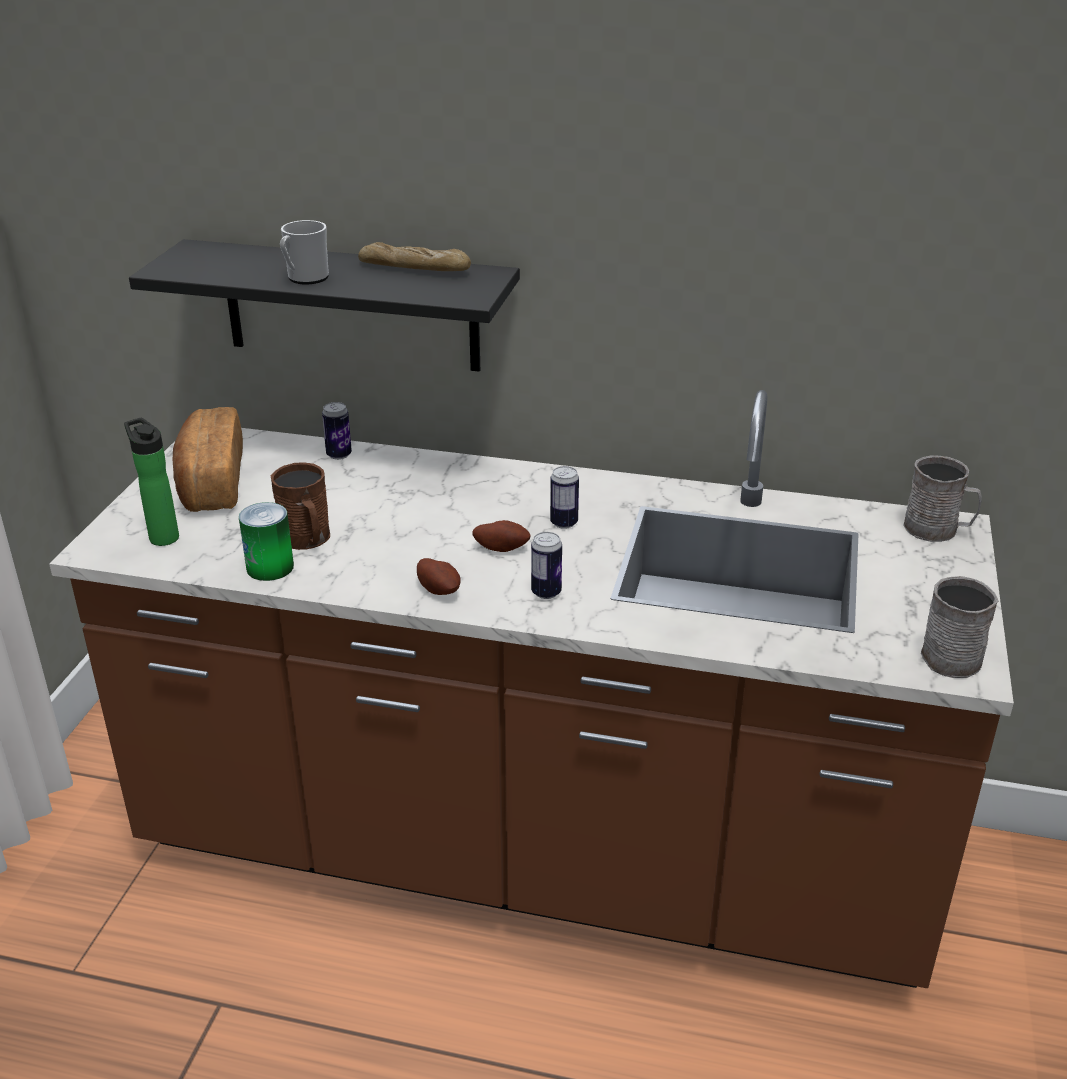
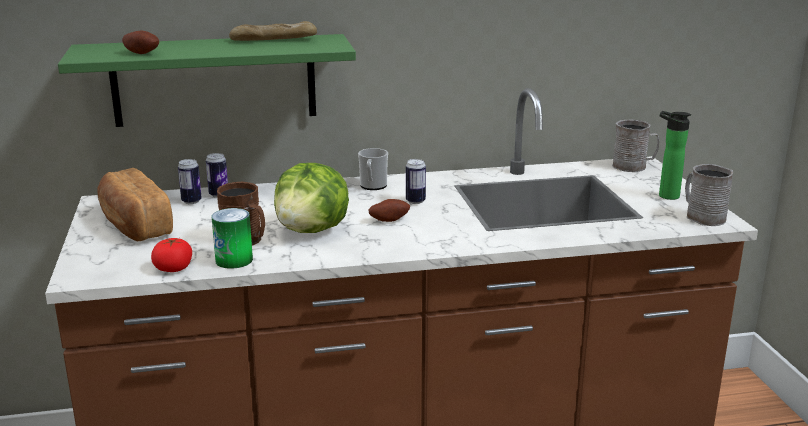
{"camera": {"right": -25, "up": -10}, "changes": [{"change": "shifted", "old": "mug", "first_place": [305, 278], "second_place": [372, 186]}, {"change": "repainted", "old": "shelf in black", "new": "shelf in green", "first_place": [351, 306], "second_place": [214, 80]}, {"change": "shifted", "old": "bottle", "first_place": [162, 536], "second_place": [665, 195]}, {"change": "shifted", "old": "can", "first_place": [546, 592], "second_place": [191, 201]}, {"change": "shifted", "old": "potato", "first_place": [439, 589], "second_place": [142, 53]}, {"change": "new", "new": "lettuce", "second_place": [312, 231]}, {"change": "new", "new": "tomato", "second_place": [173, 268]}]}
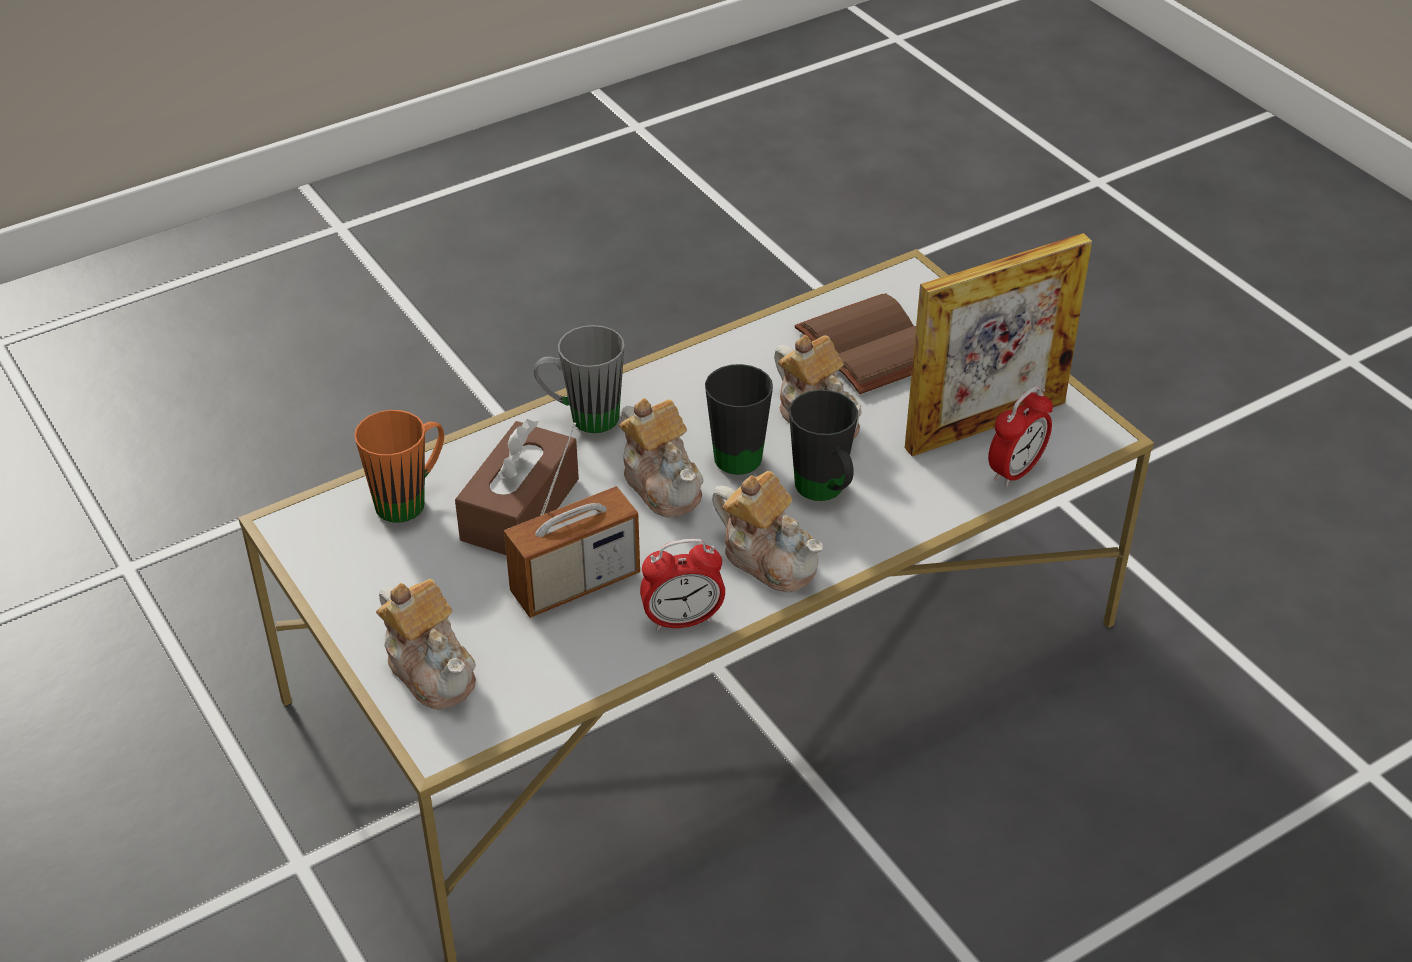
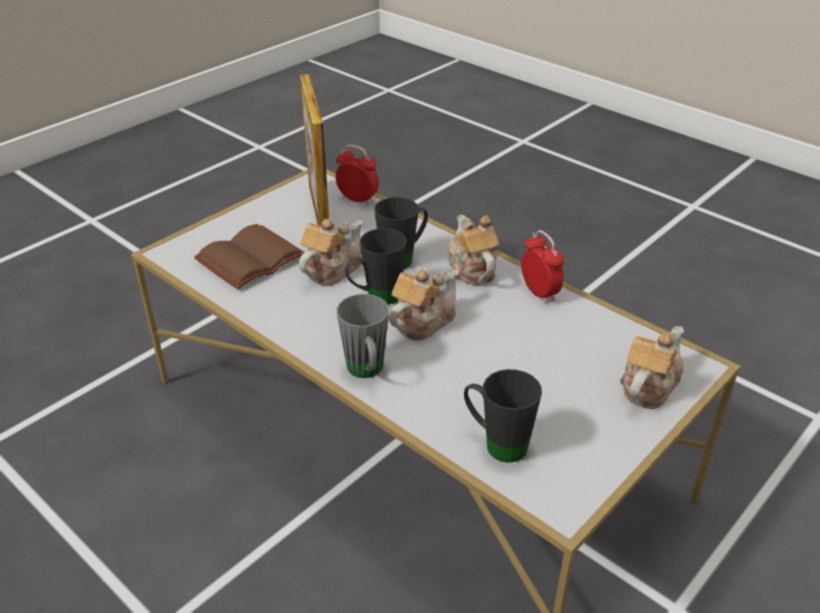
{"camera": {"right": -105, "up": -5}, "changes": [{"change": "rotated", "old": "picture frame", "first_place": [985, 425], "second_place": [319, 212], "degrees": -150}, {"change": "repainted", "old": "mug in orange", "new": "mug in black", "first_place": [411, 499], "second_place": [496, 443]}, {"change": "gone", "old": "tissue box in brown", "first_place": [520, 509]}, {"change": "gone", "old": "radio", "first_place": [575, 584]}, {"change": "rotated", "old": "teapot", "first_place": [769, 558], "second_place": [471, 269], "degrees": -45}]}
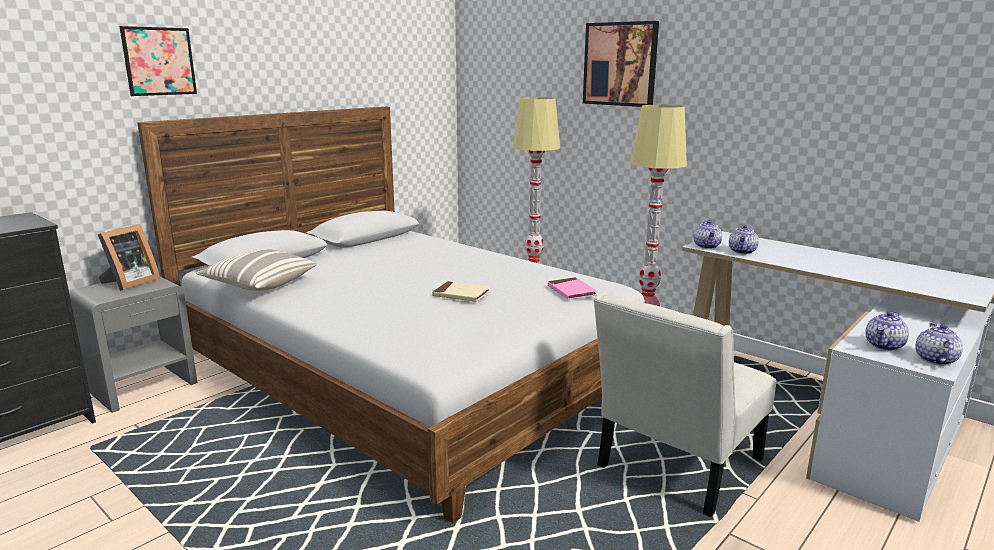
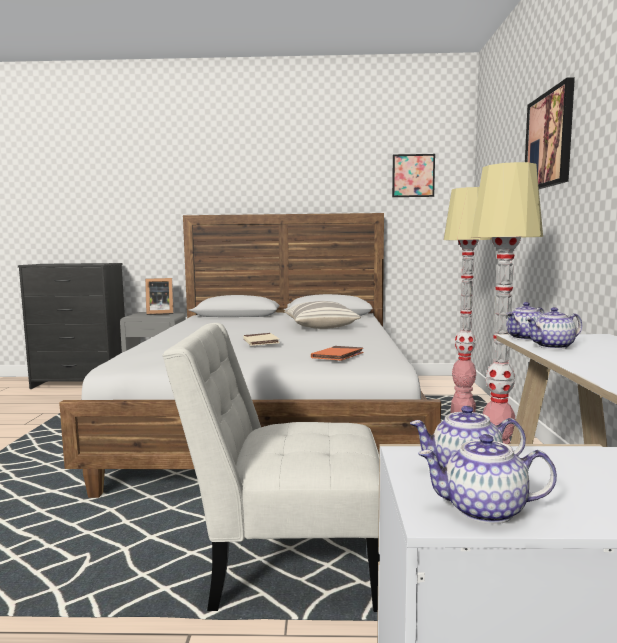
{"camera": {"right": 50, "up": -10}, "changes": [{"change": "shifted", "old": "picture", "first_place": [159, 61], "second_place": [413, 175]}, {"change": "shifted", "old": "pillow", "first_place": [259, 284], "second_place": [320, 326]}, {"change": "repainted", "old": "book in pink", "new": "book in orange", "first_place": [571, 291], "second_place": [337, 356]}, {"change": "rotated", "old": "teapot", "first_place": [934, 359], "second_place": [483, 510], "degrees": -150}]}
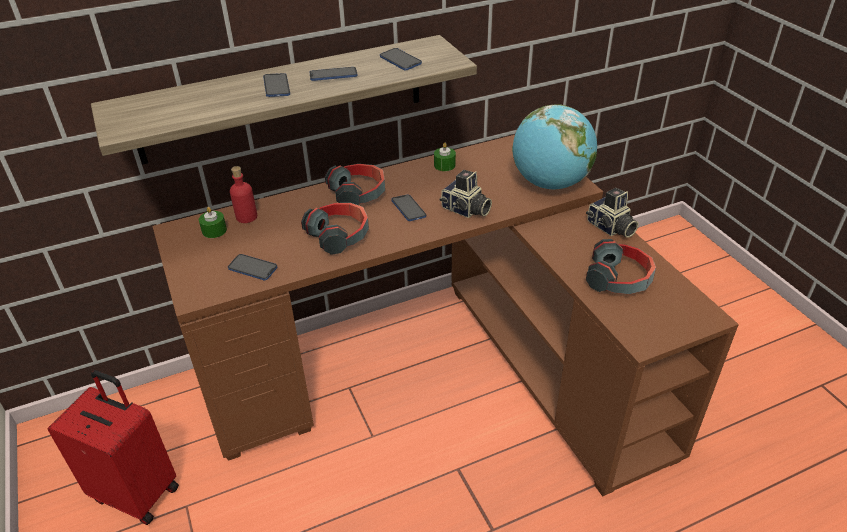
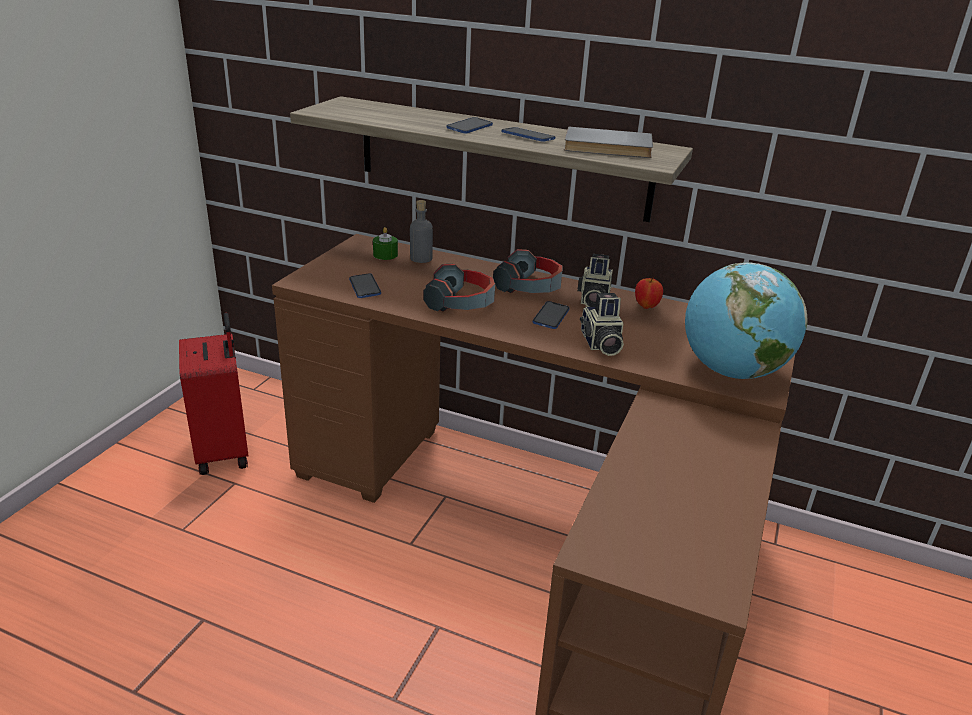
{"camera": {"right": 45, "up": -10}, "changes": [{"change": "swapped", "old": "phone", "new": "book in grey", "first_place": [400, 60], "second_place": [607, 147]}, {"change": "swapped", "old": "candle in green", "new": "apple", "first_place": [444, 165], "second_place": [646, 306]}, {"change": "repainted", "old": "bottle in red", "new": "bottle in grey", "first_place": [246, 217], "second_place": [421, 258]}, {"change": "shifted", "old": "photo camera", "first_place": [610, 228], "second_place": [593, 301]}, {"change": "gone", "old": "headphones", "first_place": [619, 279]}]}
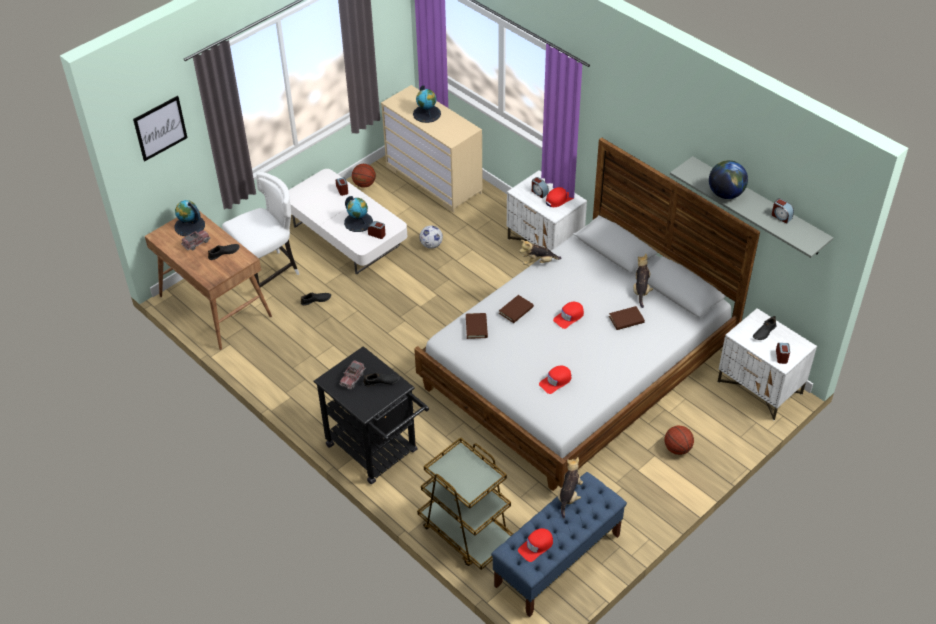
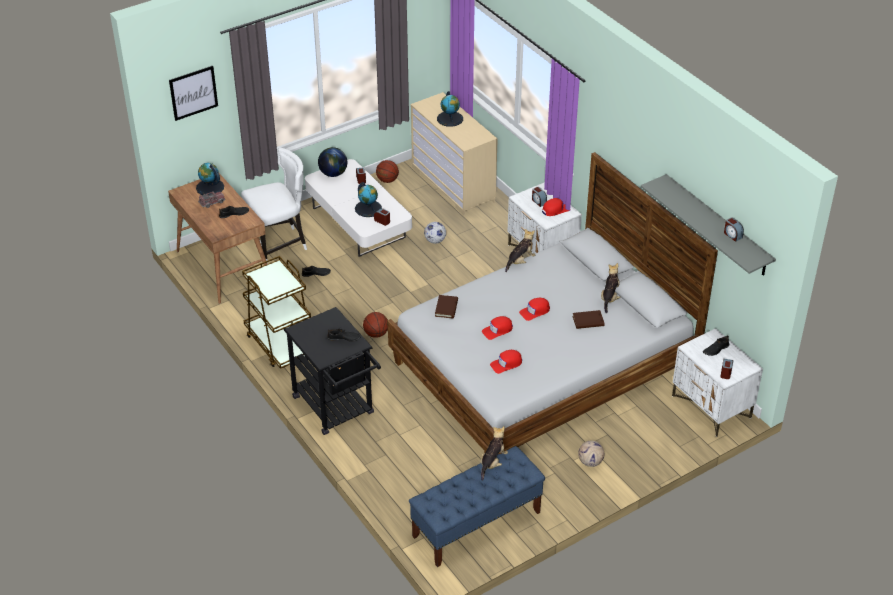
{"camera": {"right": 10, "up": -5}, "changes": [{"change": "shifted", "old": "globe", "first_place": [725, 193], "second_place": [333, 173]}, {"change": "rotated", "old": "plush toy", "first_place": [538, 262], "second_place": [520, 261], "degrees": 135}, {"change": "gone", "old": "book in brown", "first_place": [516, 310]}, {"change": "gone", "old": "toy truck", "first_place": [352, 378]}, {"change": "shifted", "old": "basketball", "first_place": [677, 449], "second_place": [376, 334]}, {"change": "shifted", "old": "cart in brown", "first_place": [466, 532], "second_place": [280, 344]}, {"change": "shifted", "old": "cap in red", "first_place": [536, 546], "second_place": [497, 330]}, {"change": "new", "new": "football", "second_place": [590, 462]}]}
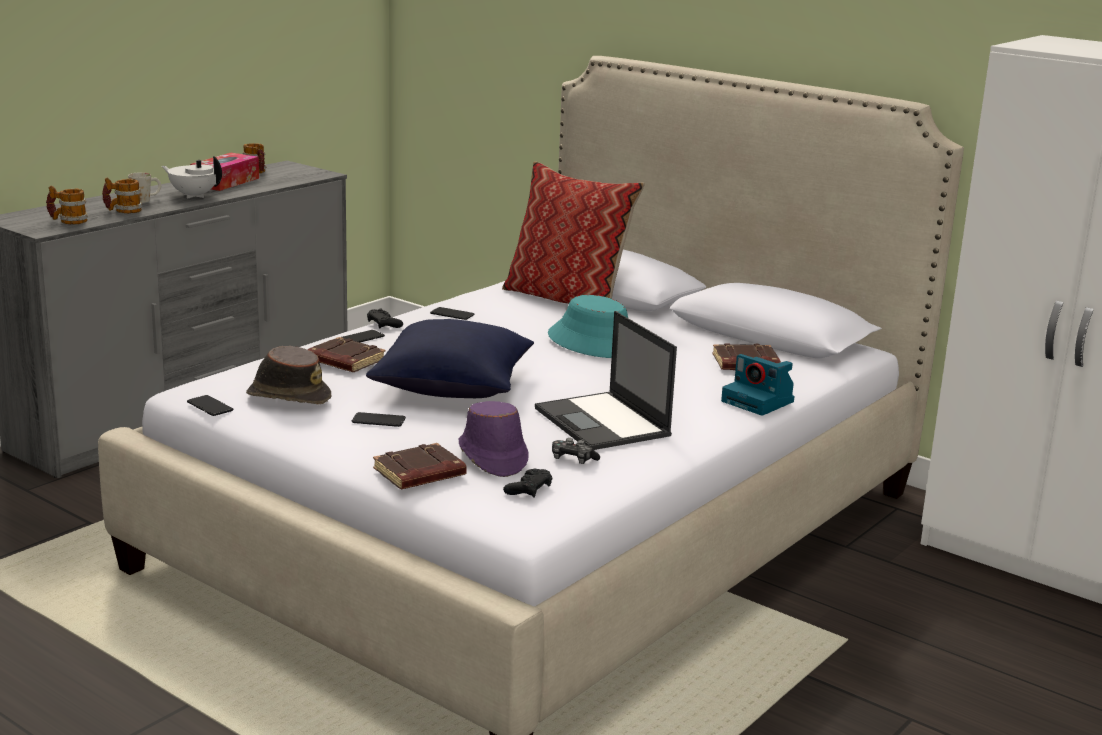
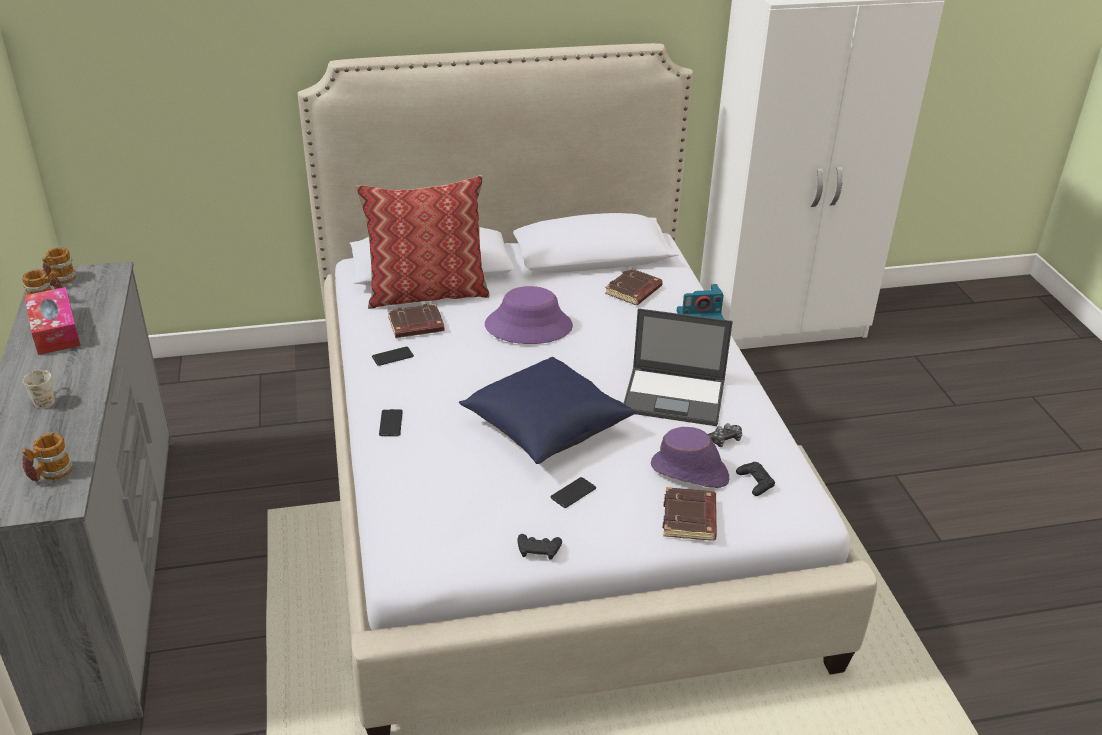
{"camera": {"right": -50, "up": 15}, "changes": [{"change": "gone", "old": "teapot in white", "first_place": [193, 196]}, {"change": "shifted", "old": "mug", "first_place": [123, 211], "second_place": [60, 280]}, {"change": "repainted", "old": "hat in turquoise", "new": "hat in purple", "first_place": [595, 342], "second_place": [528, 326]}, {"change": "shifted", "old": "game controller in black", "first_place": [384, 324], "second_place": [538, 549]}, {"change": "shifted", "old": "book in brown", "first_place": [344, 361], "second_place": [415, 326]}, {"change": "gone", "old": "hat in brown", "first_place": [288, 396]}, {"change": "gone", "old": "phone", "first_place": [210, 406]}]}
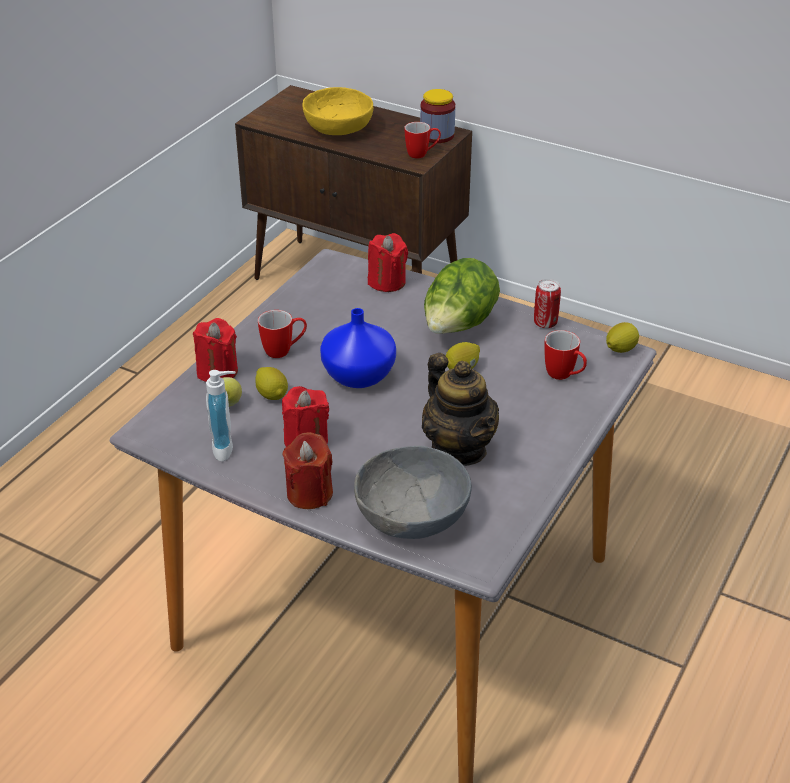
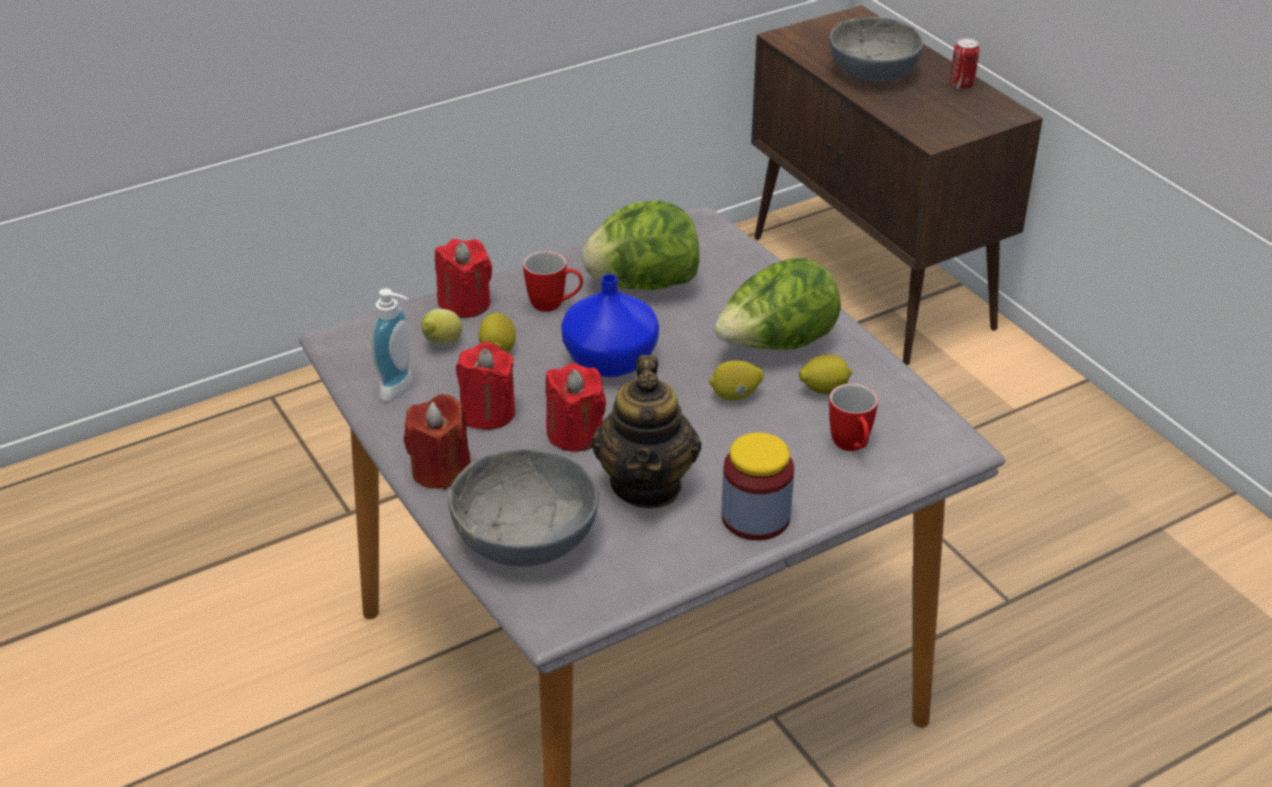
{"camera": {"right": 30, "up": 0}, "changes": [{"change": "repainted", "old": "bowl in yellow", "new": "bowl in grey", "first_place": [337, 129], "second_place": [871, 72]}, {"change": "shifted", "old": "jar", "first_place": [437, 135], "second_place": [755, 517]}, {"change": "gone", "old": "mug", "first_place": [422, 154]}, {"change": "shifted", "old": "candle in red", "first_place": [387, 282], "second_place": [575, 434]}, {"change": "shifted", "old": "can", "first_place": [545, 323], "second_place": [961, 85]}, {"change": "shifted", "old": "lemon", "first_place": [620, 349], "second_place": [823, 390]}, {"change": "new", "new": "lettuce", "second_place": [643, 284]}]}
